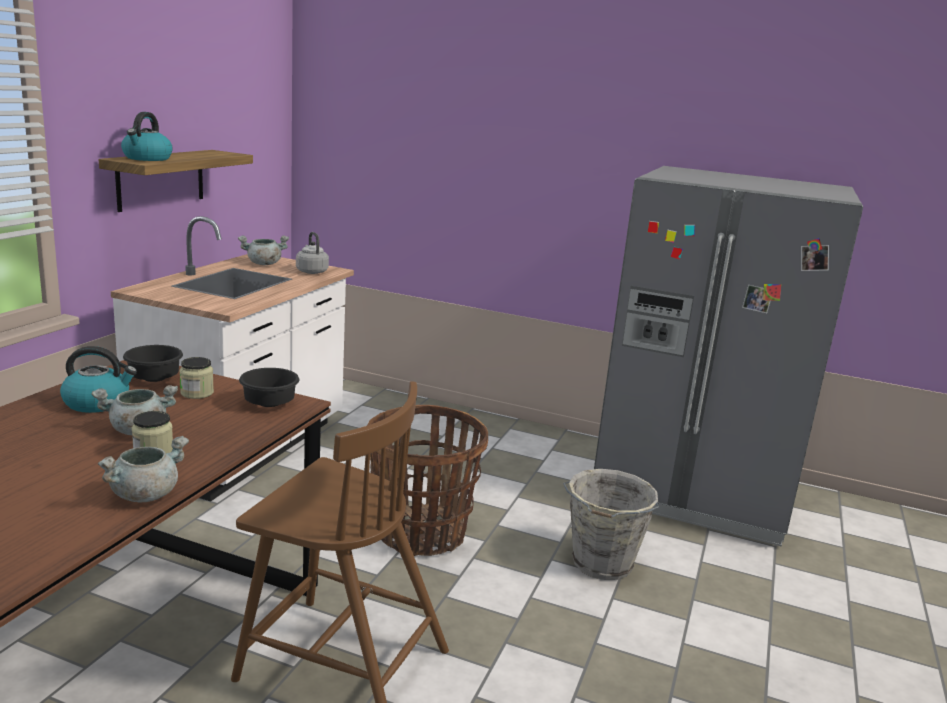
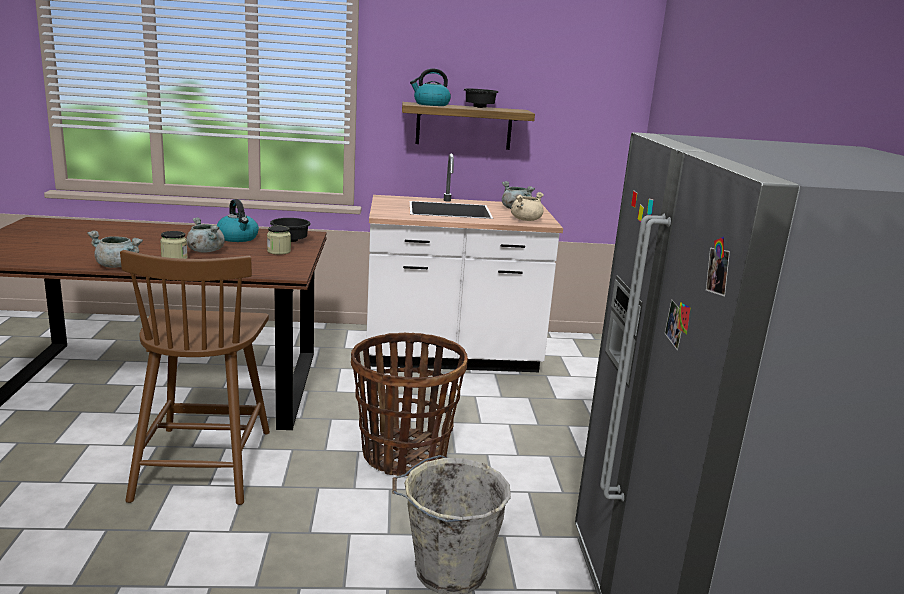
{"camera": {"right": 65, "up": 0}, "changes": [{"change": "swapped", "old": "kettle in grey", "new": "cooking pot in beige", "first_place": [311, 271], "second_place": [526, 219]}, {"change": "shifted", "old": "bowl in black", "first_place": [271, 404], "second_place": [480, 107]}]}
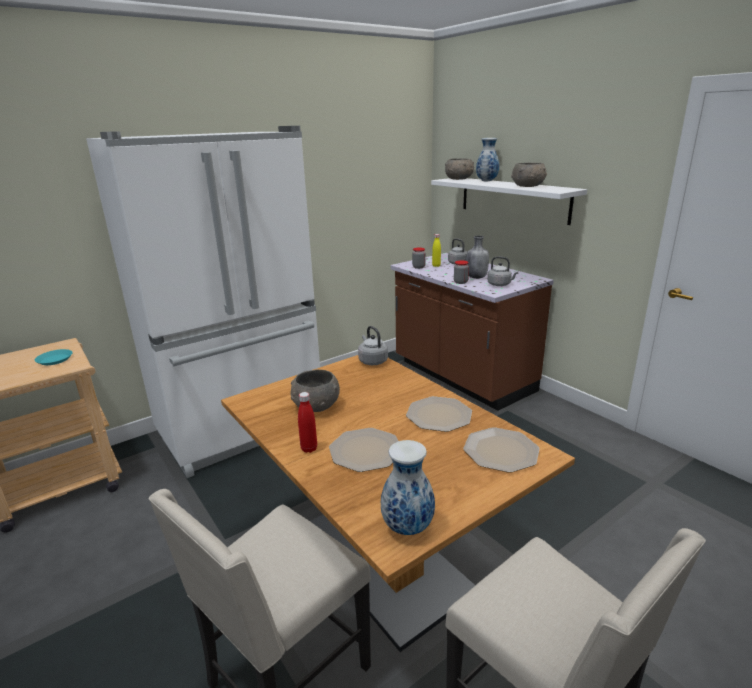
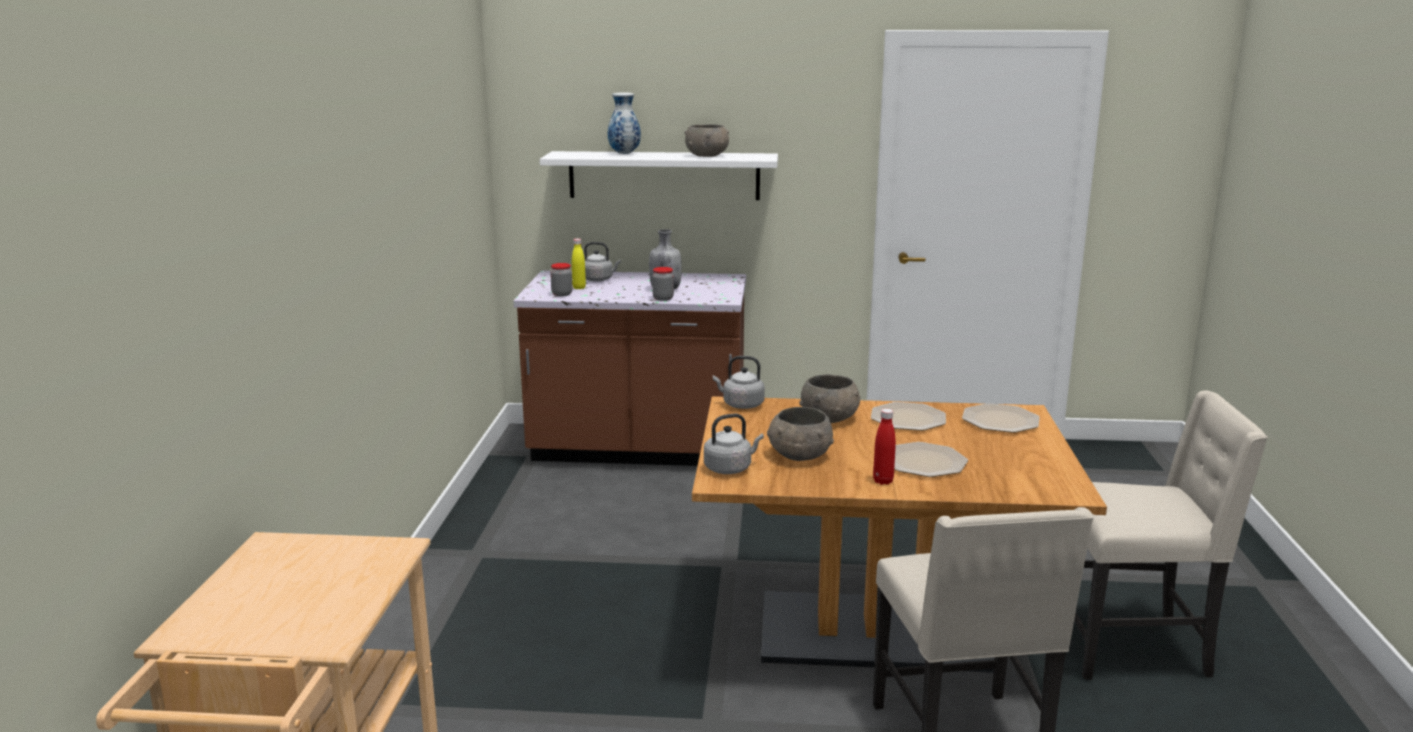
{"camera": {"right": -50, "up": -5}, "changes": [{"change": "gone", "old": "fridge in white", "first_place": [244, 429]}, {"change": "shifted", "old": "bowl in grey", "first_place": [459, 179], "second_place": [830, 418]}, {"change": "shifted", "old": "kettle in grey", "first_place": [500, 284], "second_place": [730, 468]}, {"change": "gone", "old": "plate in turquoise", "first_place": [54, 360]}, {"change": "gone", "old": "vase", "first_place": [407, 527]}]}
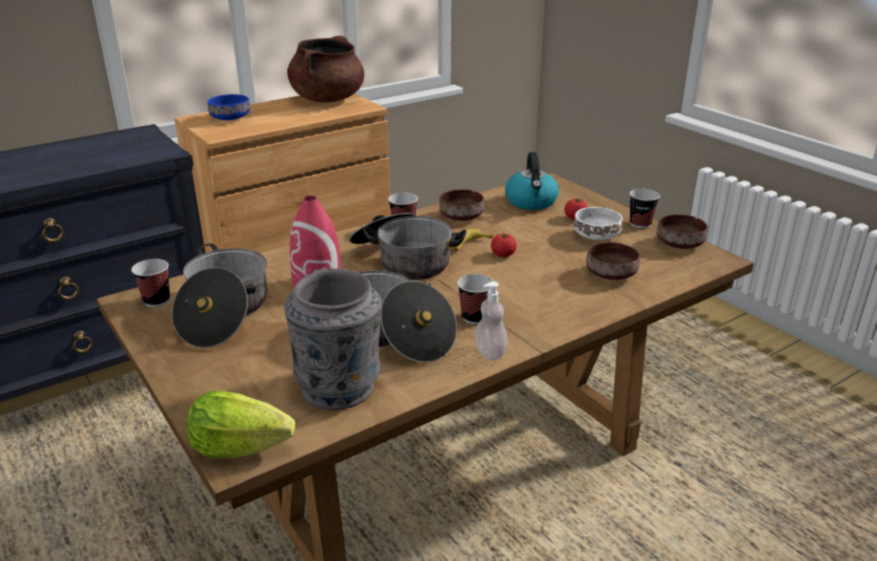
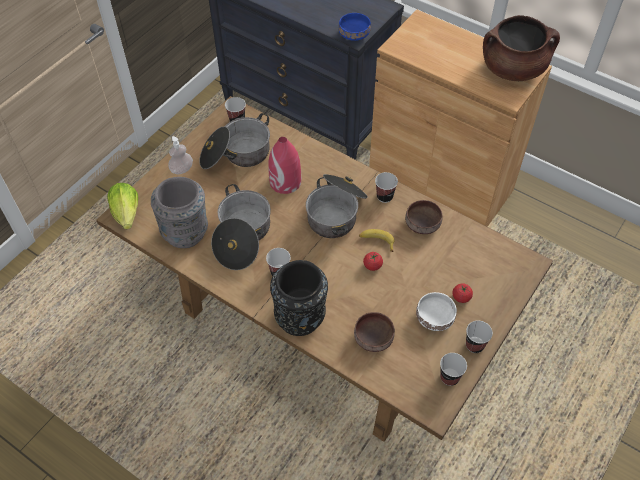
{"camera": {"right": 70, "up": 25}, "changes": [{"change": "shifted", "old": "bowl in blue", "first_place": [229, 118], "second_place": [353, 34]}, {"change": "gone", "old": "kettle", "first_place": [531, 202]}, {"change": "swapped", "old": "bowl in brown", "new": "cup", "first_place": [678, 244], "second_place": [449, 377]}, {"change": "shifted", "old": "soap dispenser", "first_place": [490, 352], "second_place": [182, 169]}, {"change": "new", "new": "vase in black", "second_place": [300, 316]}]}
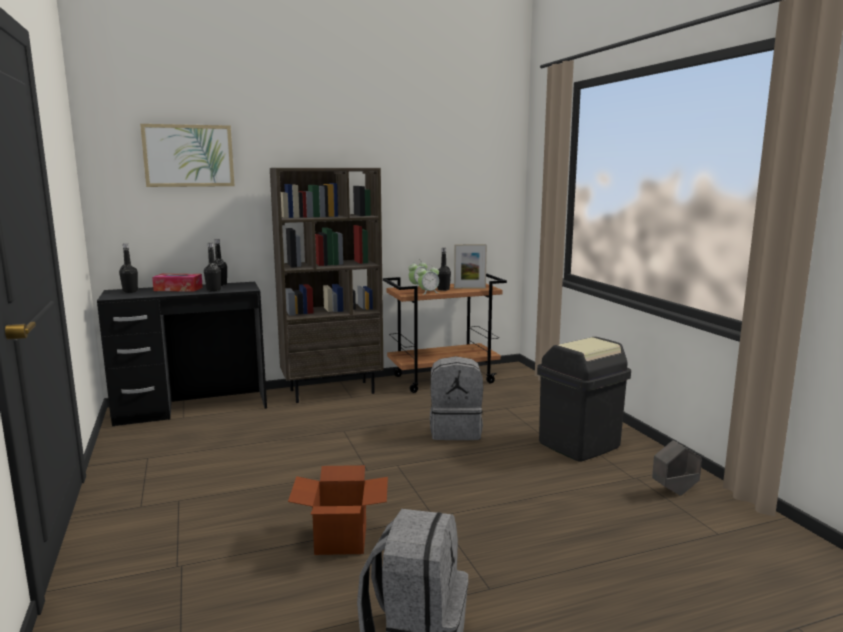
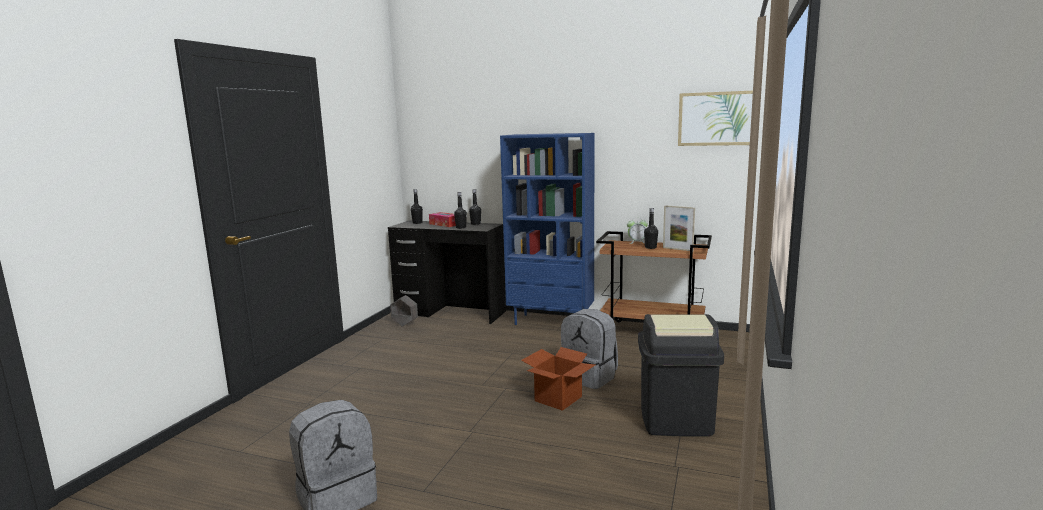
{"camera": {"right": 40, "up": 0}, "changes": [{"change": "shifted", "old": "picture", "first_place": [188, 156], "second_place": [716, 118]}, {"change": "repainted", "old": "bookcase in brown", "new": "bookcase in blue", "first_place": [332, 391], "second_place": [551, 322]}, {"change": "gone", "old": "alarm clock", "first_place": [428, 292]}, {"change": "shifted", "old": "planter in grey", "first_place": [674, 491], "second_place": [405, 324]}, {"change": "shifted", "old": "cardboard box", "first_place": [341, 539], "second_place": [558, 398]}]}
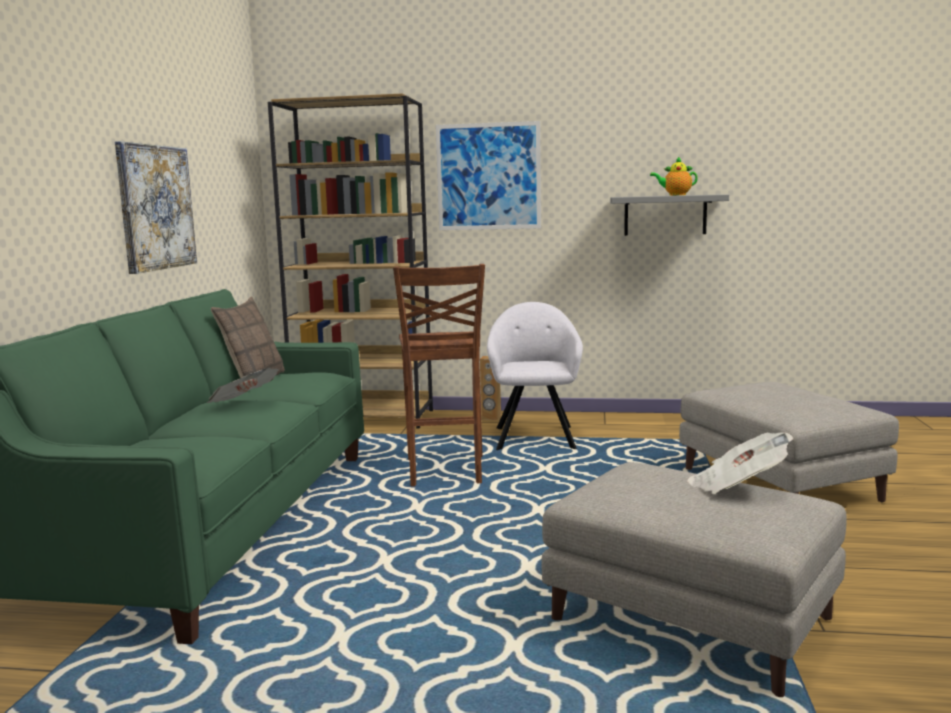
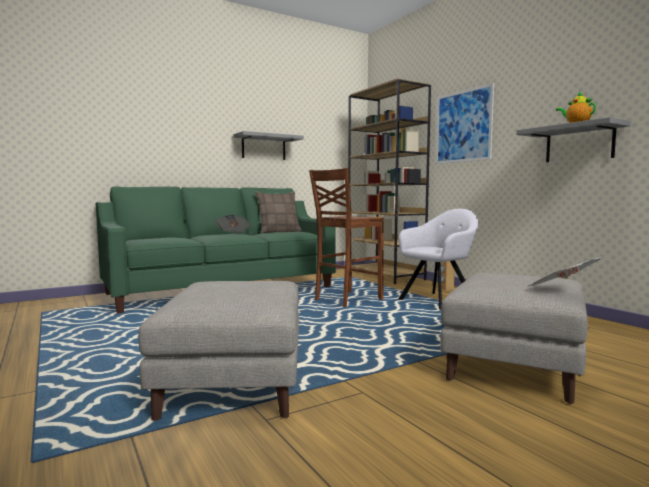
{"camera": {"right": 50, "up": -5}, "changes": [{"change": "swapped", "old": "picture", "new": "shelf in grey", "first_place": [156, 207], "second_place": [263, 147]}, {"change": "shifted", "old": "newspaper", "first_place": [737, 487], "second_place": [561, 291]}]}
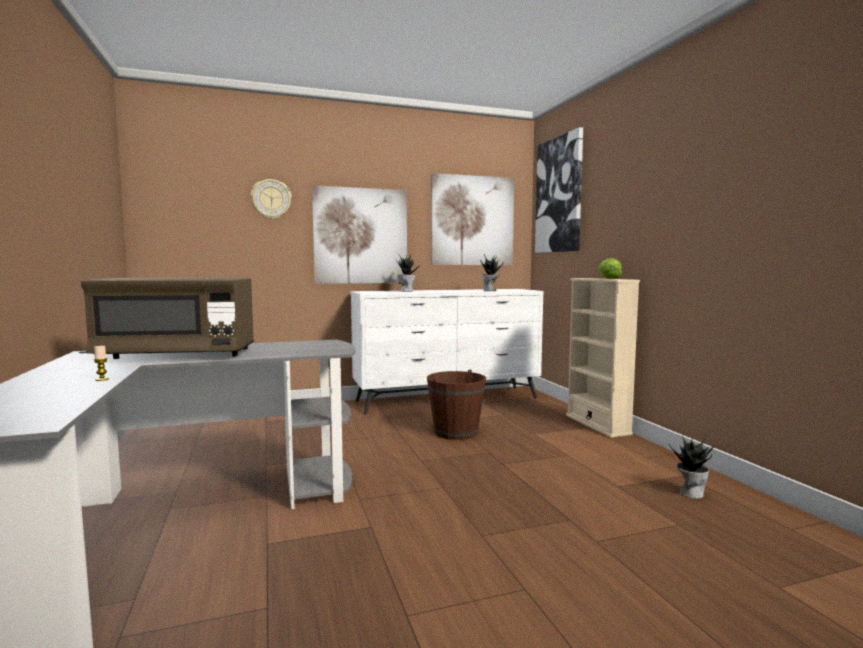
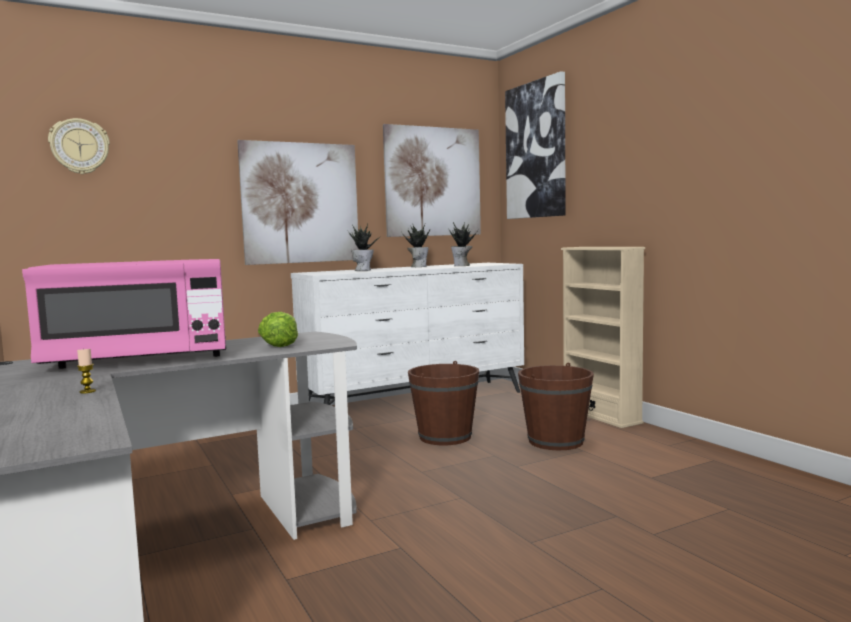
{"camera": {"right": -10, "up": 0}, "changes": [{"change": "shifted", "old": "wall clock", "first_place": [271, 199], "second_place": [79, 146]}, {"change": "shifted", "old": "lettuce", "first_place": [608, 278], "second_place": [280, 344]}, {"change": "repainted", "old": "microwave in brown", "new": "microwave in pink", "first_place": [178, 354], "second_place": [139, 359]}, {"change": "shifted", "old": "potted plant", "first_place": [690, 493], "second_place": [418, 266]}, {"change": "new", "new": "bucket in brown", "second_place": [556, 441]}]}
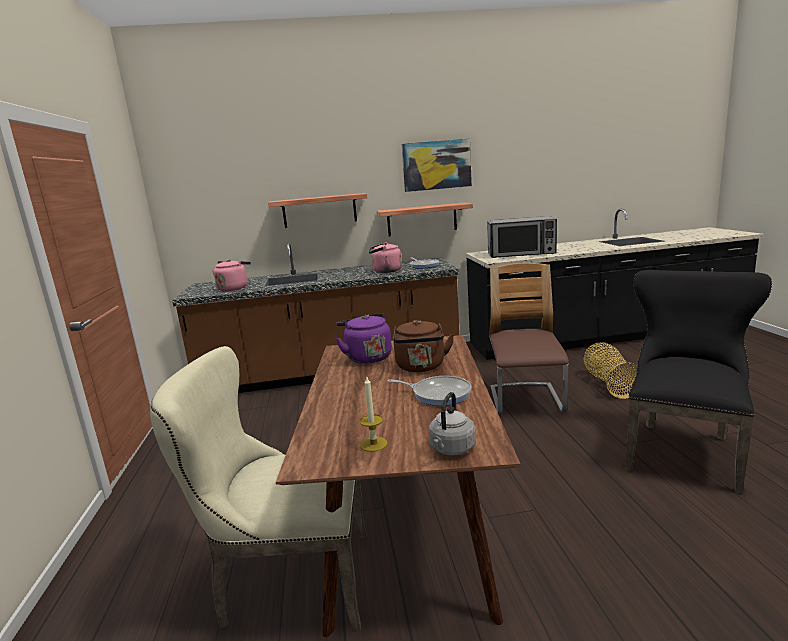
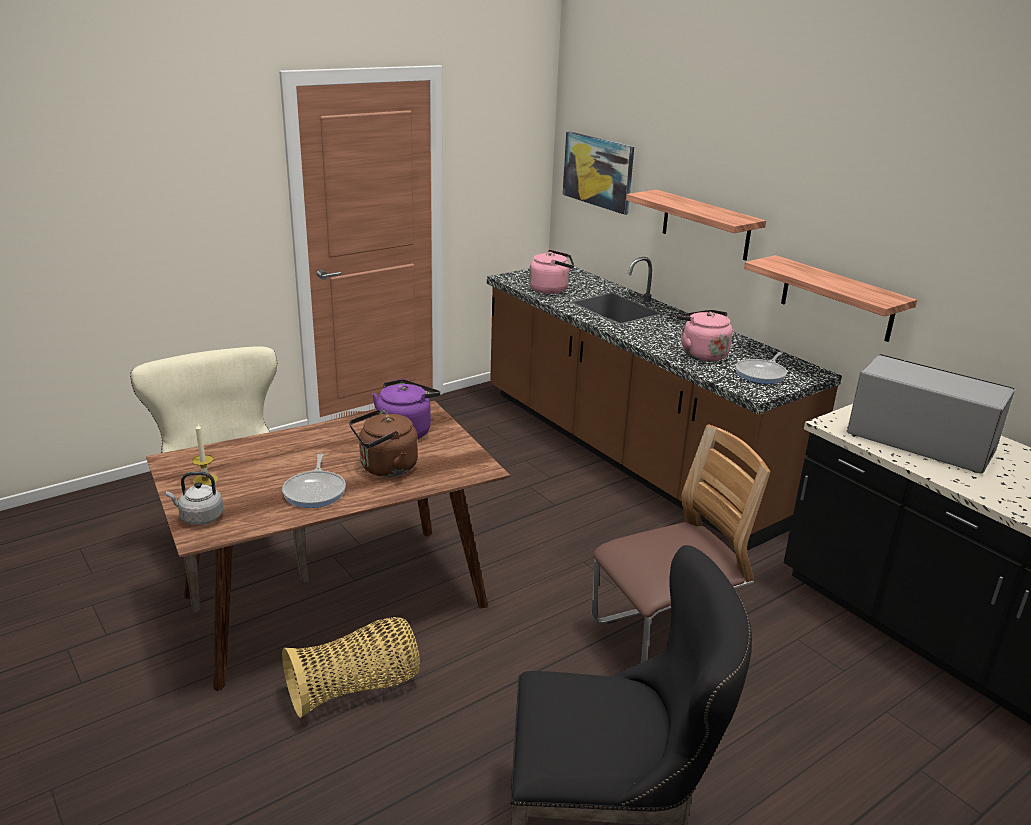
{"camera": {"right": 60, "up": 10}, "changes": [{"change": "shifted", "old": "picture", "first_place": [436, 165], "second_place": [598, 171]}, {"change": "rotated", "old": "microwave", "first_place": [521, 254], "second_place": [919, 442], "degrees": 150}, {"change": "shifted", "old": "basket", "first_place": [610, 384], "second_place": [356, 689]}]}
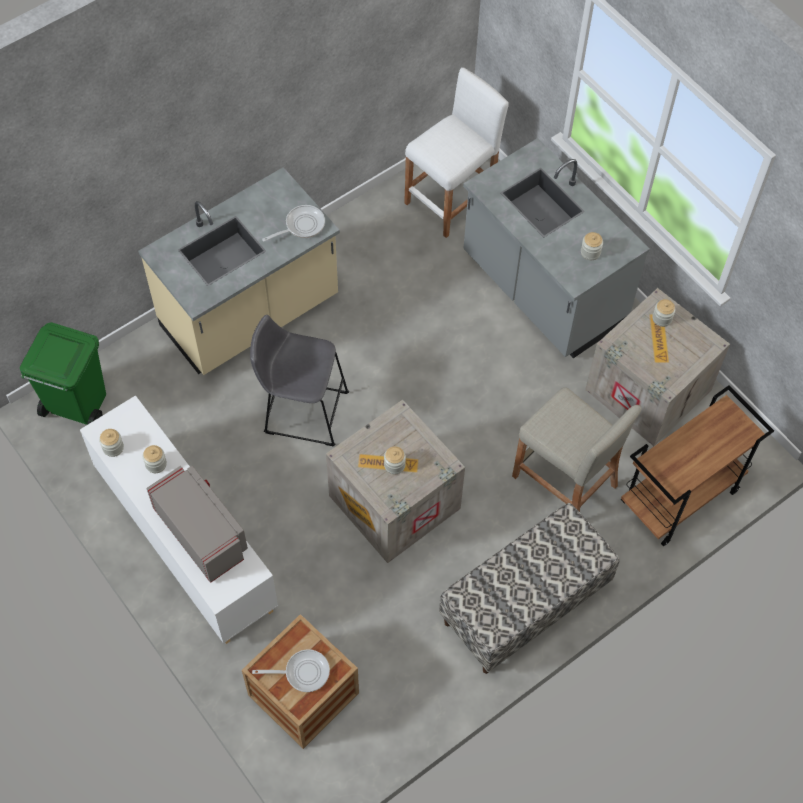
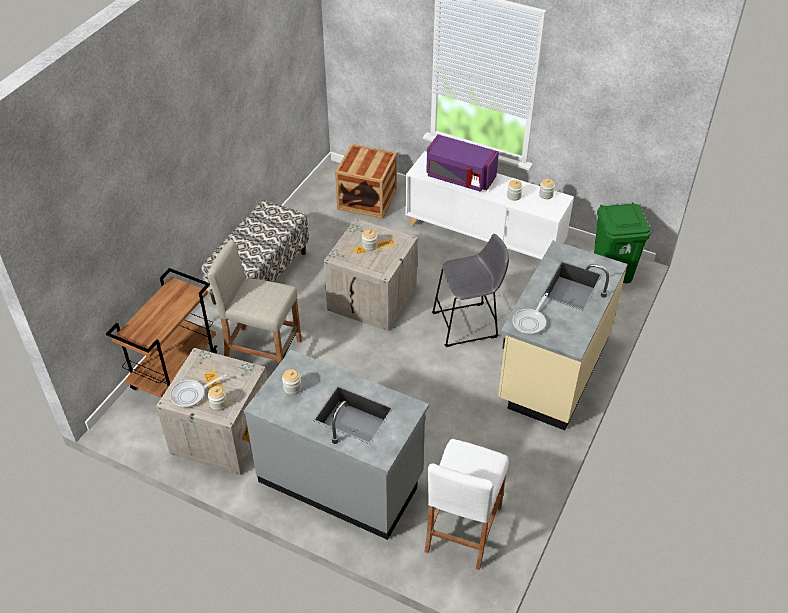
{"camera": {"right": 155, "up": -15}, "changes": [{"change": "repainted", "old": "microwave in grey", "new": "microwave in purple", "first_place": [202, 532], "second_place": [459, 178]}, {"change": "shifted", "old": "frying pan", "first_place": [303, 672], "second_place": [191, 395]}]}
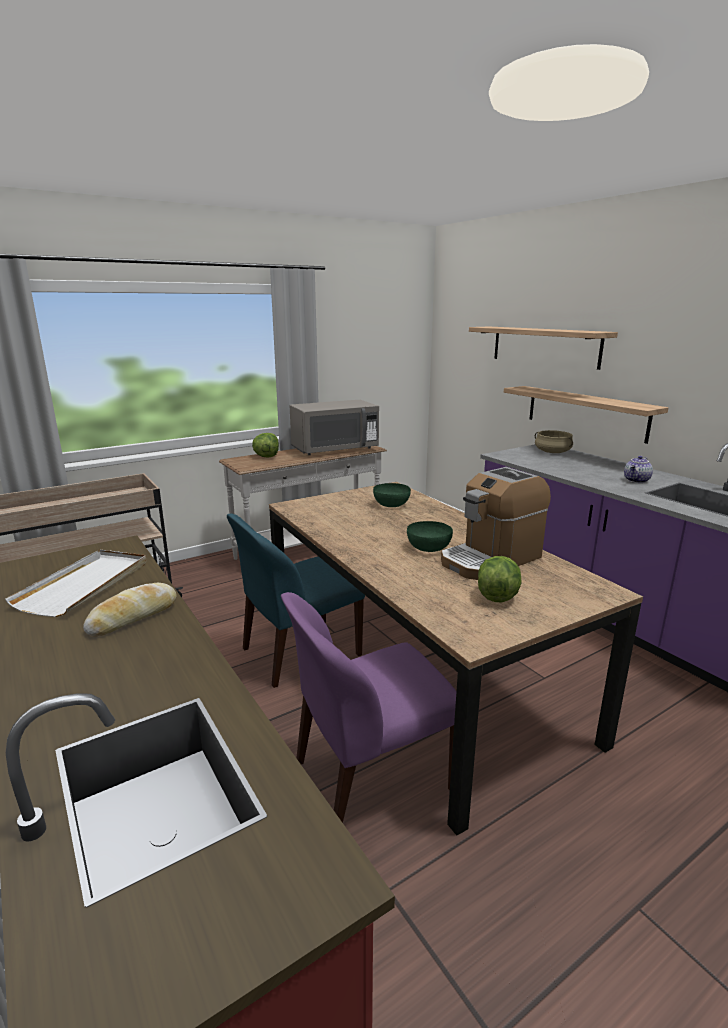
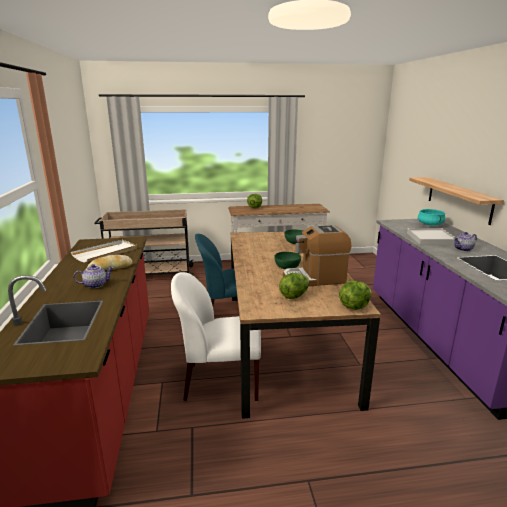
{"camera": {"right": 25, "up": 0}, "changes": [{"change": "gone", "old": "shelf", "first_place": [544, 346]}, {"change": "gone", "old": "microwave in grey", "first_place": [334, 449]}, {"change": "repainted", "old": "cooking pot in beige", "new": "cooking pot in turquoise", "first_place": [552, 452], "second_place": [430, 224]}, {"change": "repainted", "old": "chair in purple", "new": "chair in white", "first_place": [369, 777], "second_place": [220, 381]}, {"change": "new", "new": "tray in white", "second_place": [430, 238]}, {"change": "new", "new": "teapot", "second_place": [96, 285]}, {"change": "new", "new": "lettuce", "second_place": [353, 306]}]}
